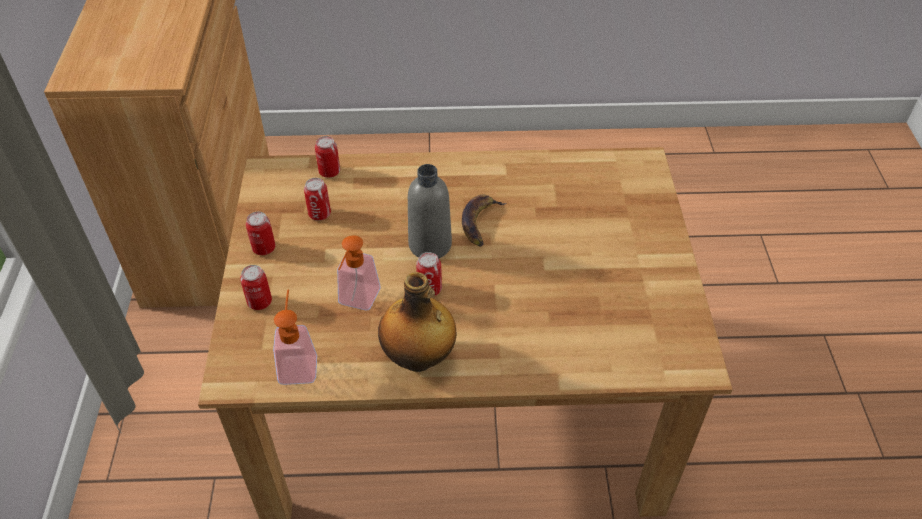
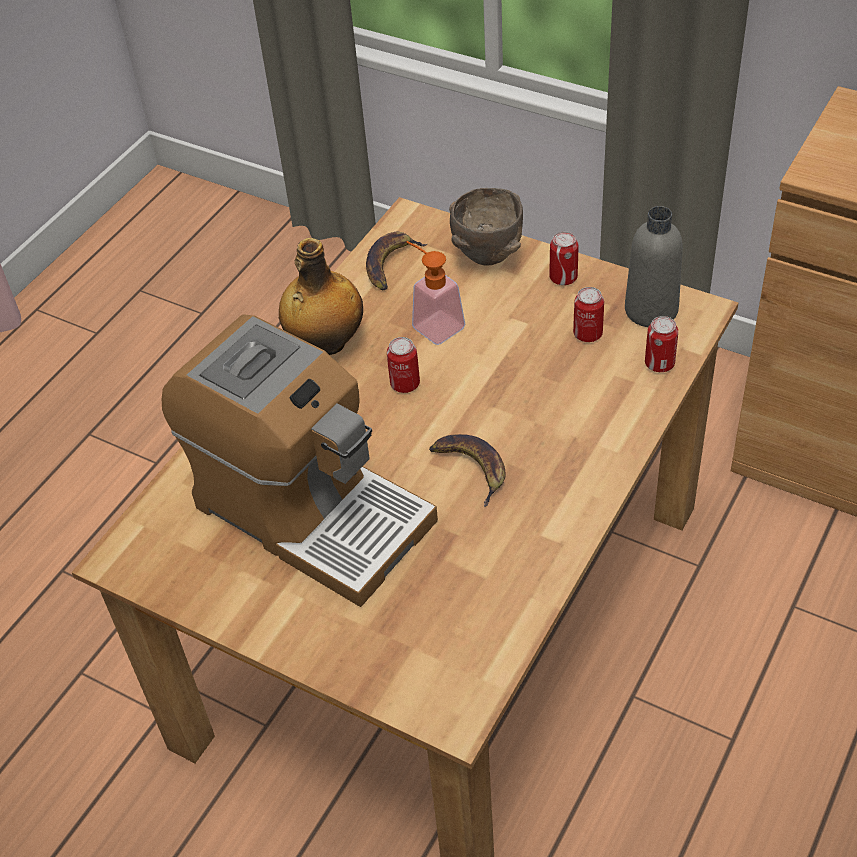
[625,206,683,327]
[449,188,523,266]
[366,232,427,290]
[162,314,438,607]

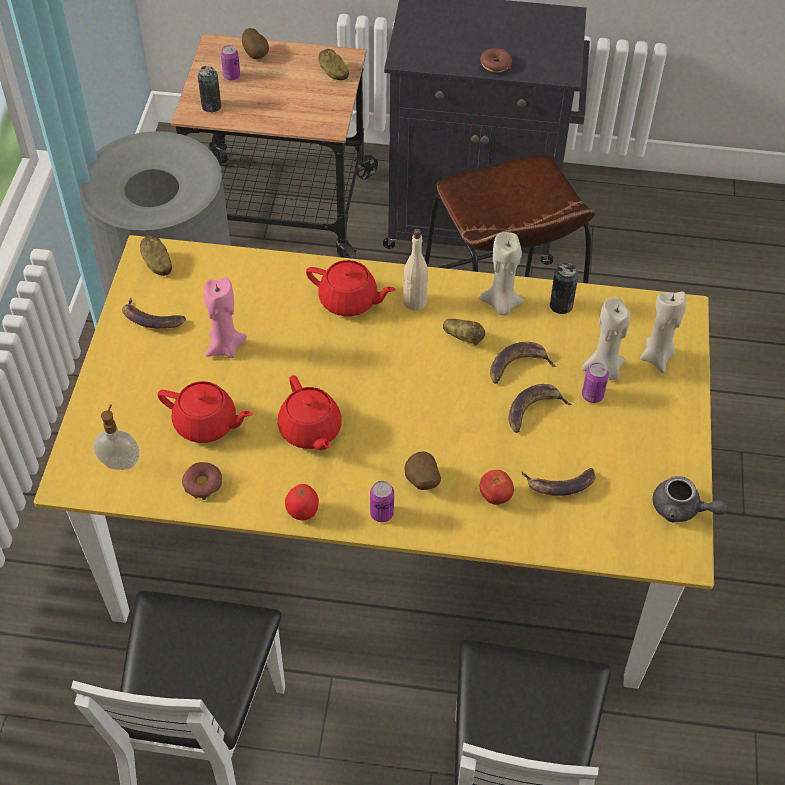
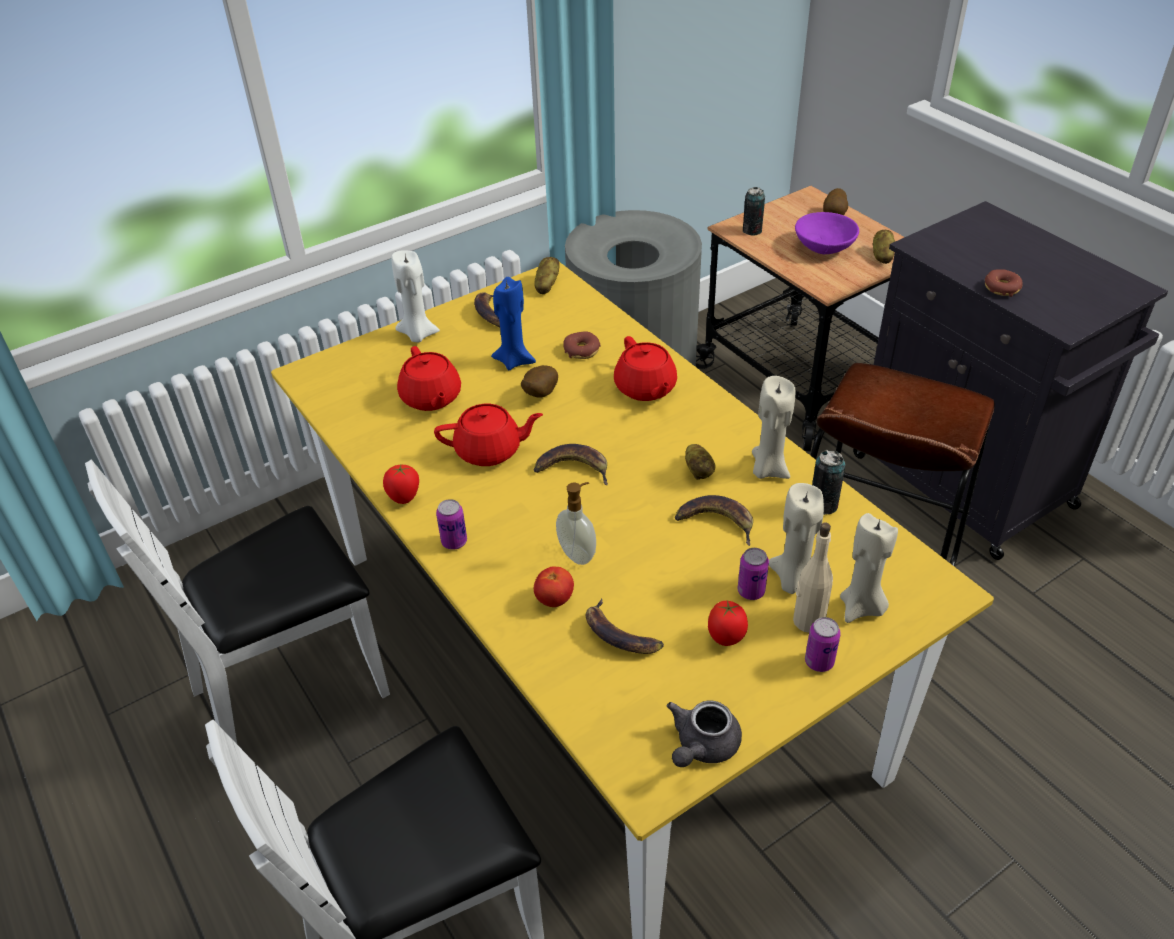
[805,617,841,672]
[793,523,833,633]
[491,277,536,370]
[434,404,543,466]
[534,444,608,485]
[556,482,596,565]
[521,365,558,398]
[563,331,601,359]
[667,700,742,767]
[795,212,859,254]
[391,250,440,342]
[708,600,748,646]

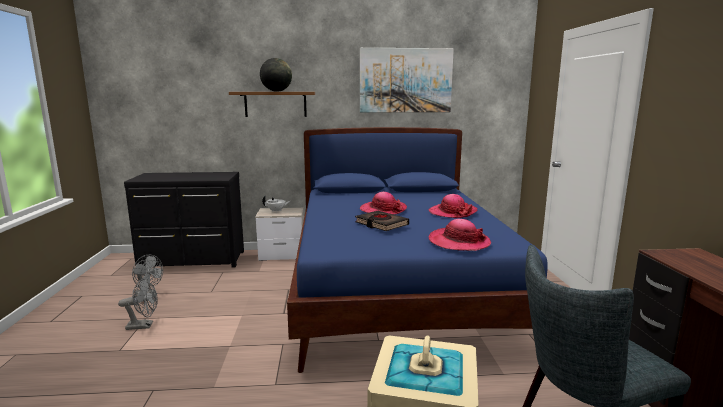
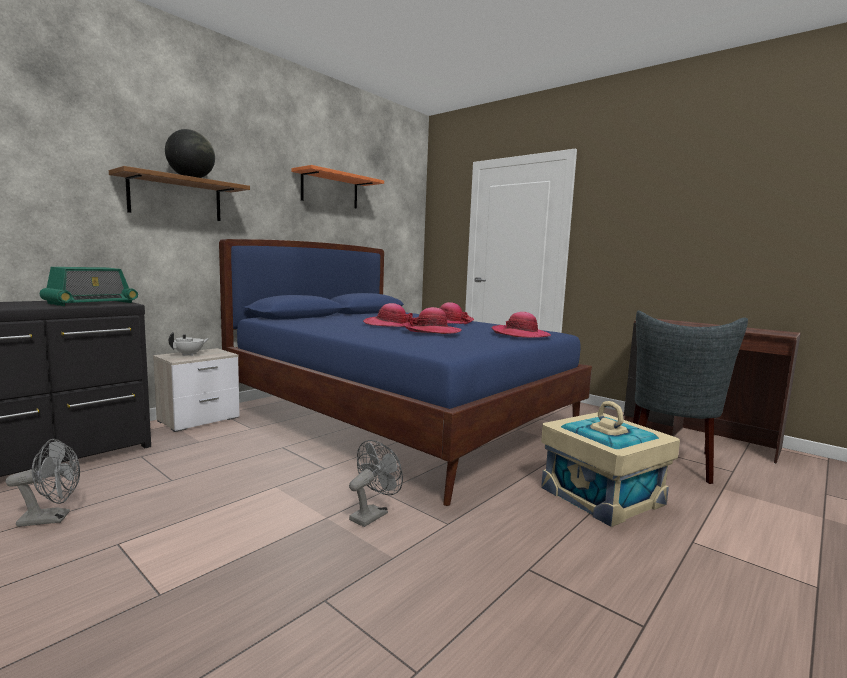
[291,165,384,209]
[402,307,461,334]
[349,440,403,527]
[40,267,138,306]

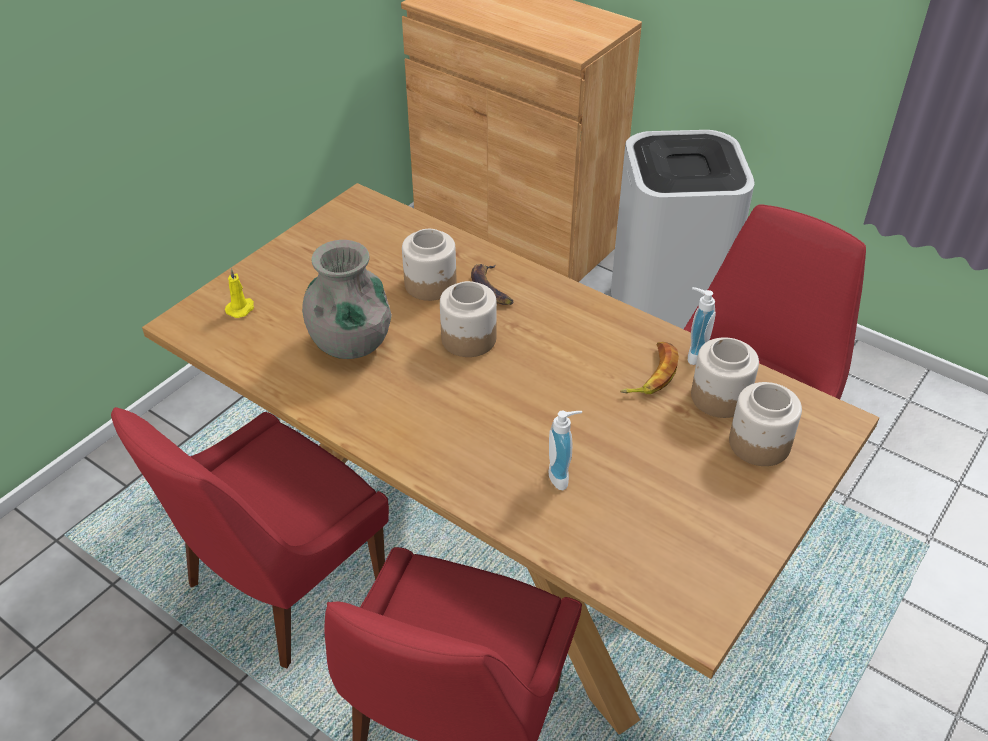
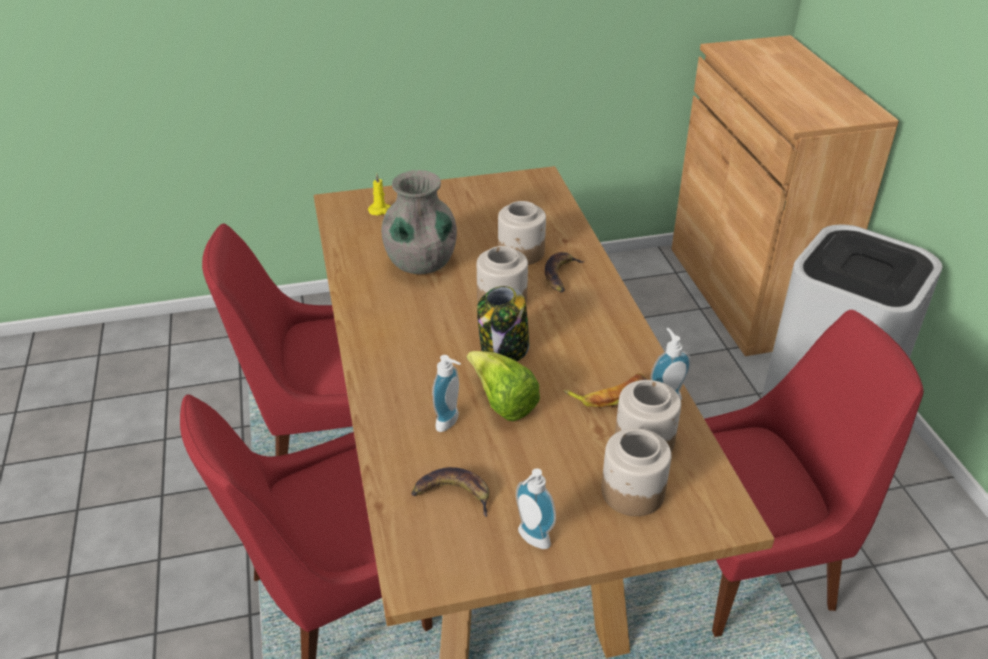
[477,286,529,361]
[467,351,540,421]
[412,467,489,517]
[516,468,556,549]

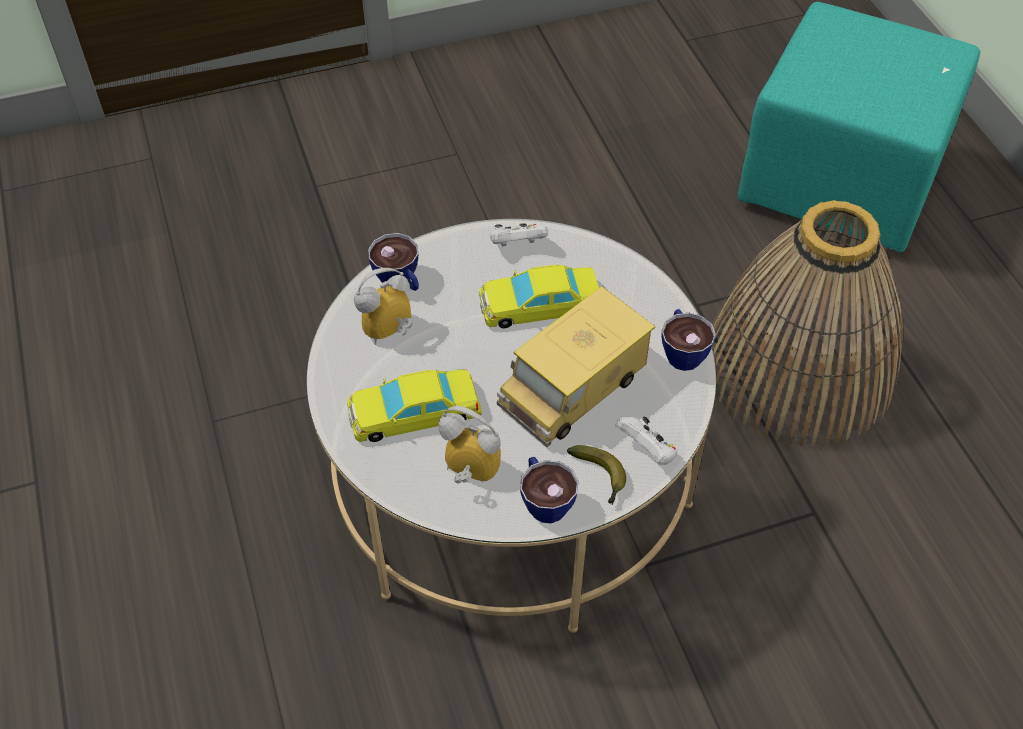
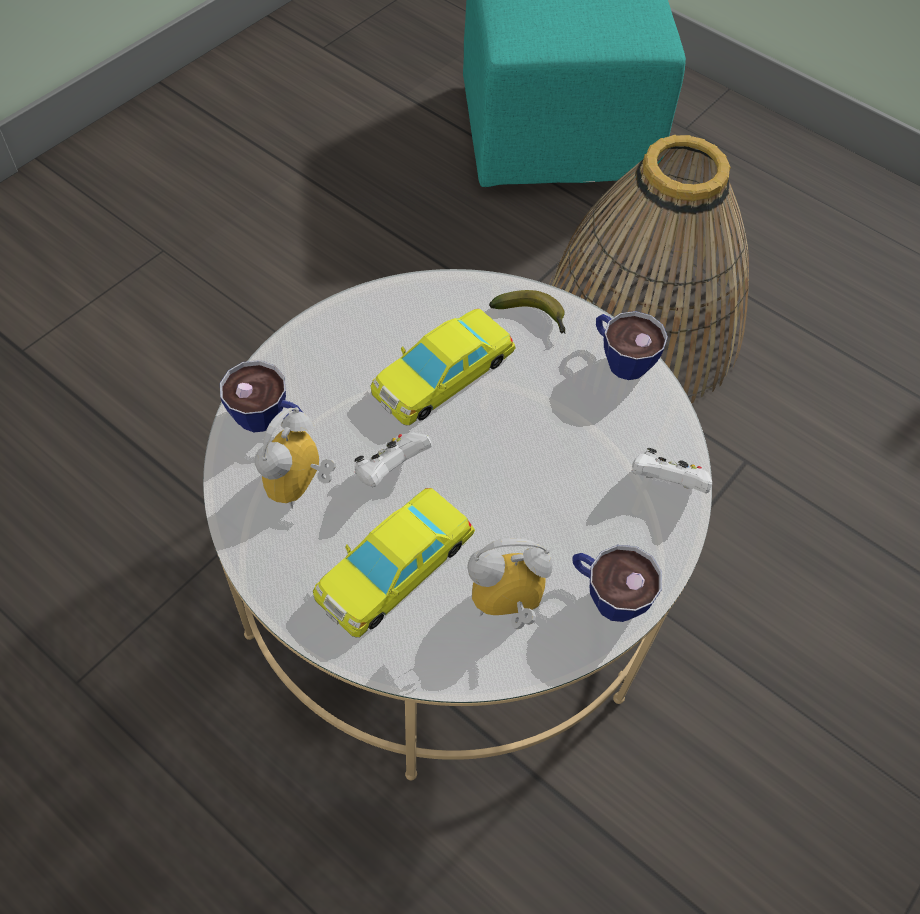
[354,433,432,487]
[497,286,655,447] (first image)
[489,290,565,334]

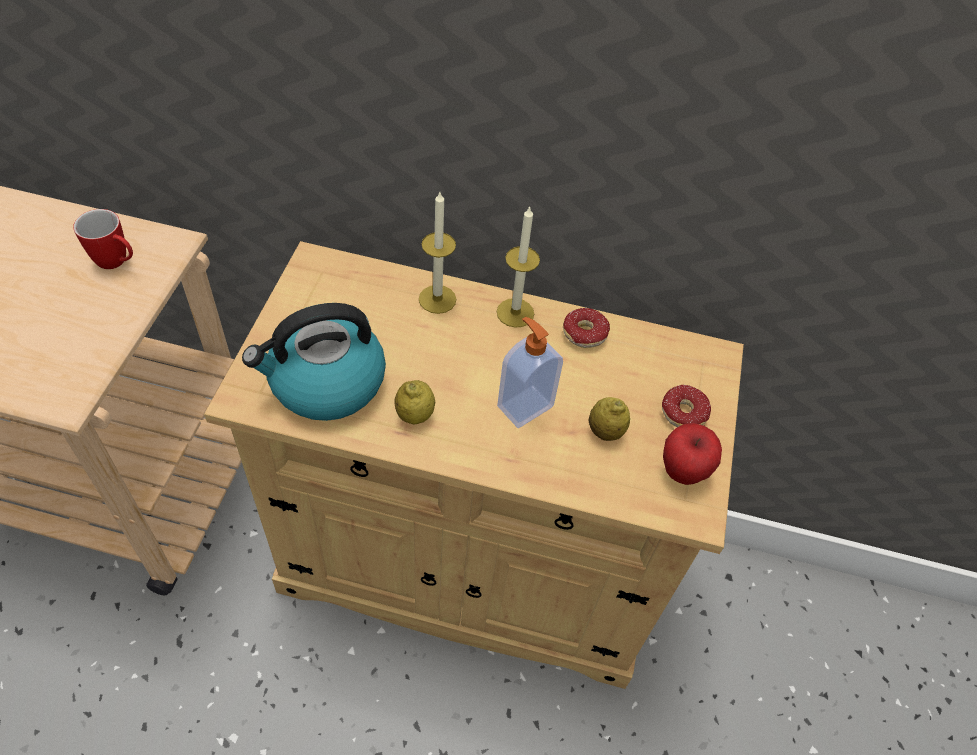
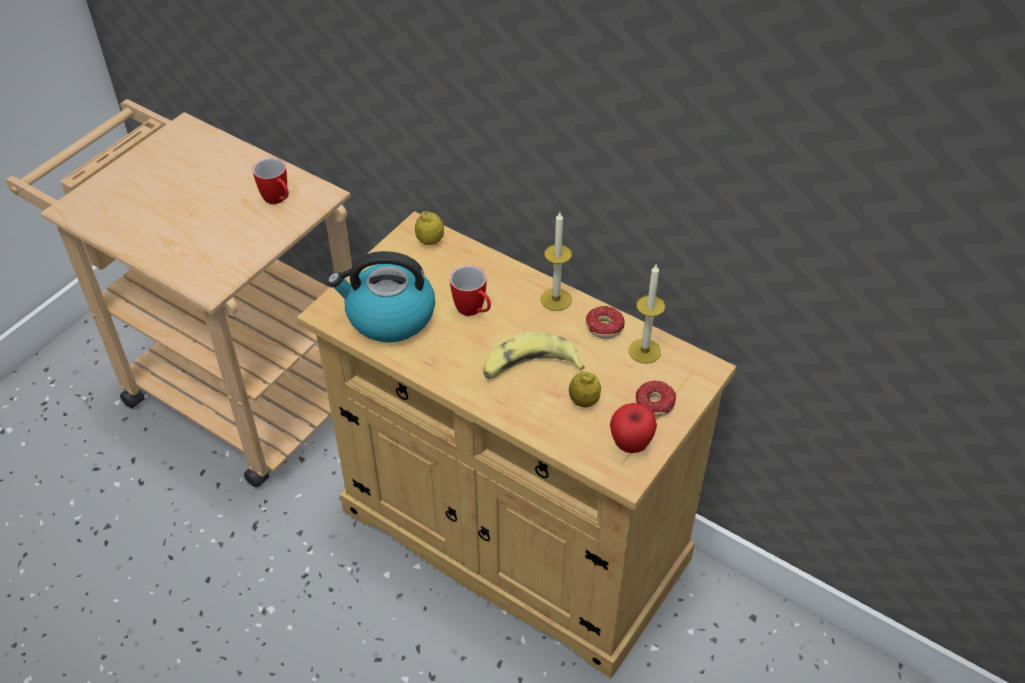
[629,265,665,364]
[483,332,585,379]
[415,211,444,245]
[450,265,491,316]

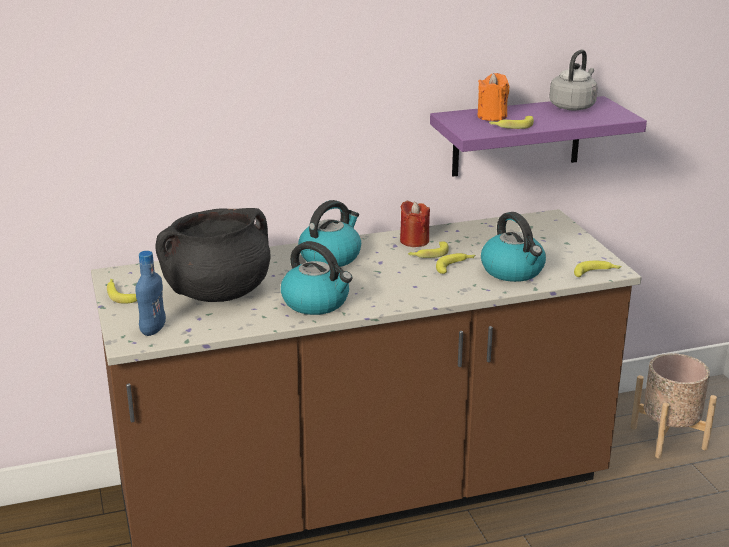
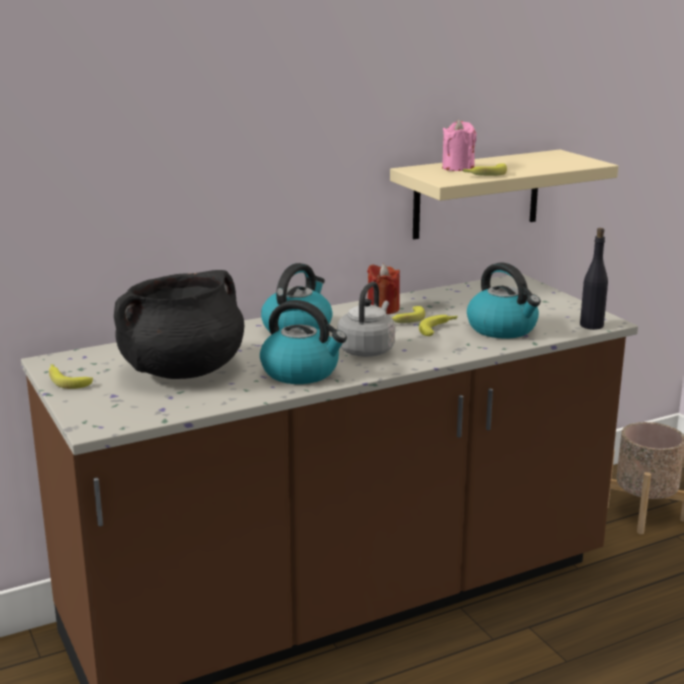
[337,282,395,357]
[442,120,476,171]
[390,150,618,239]
[135,251,166,336] (first image)
[580,228,608,330]

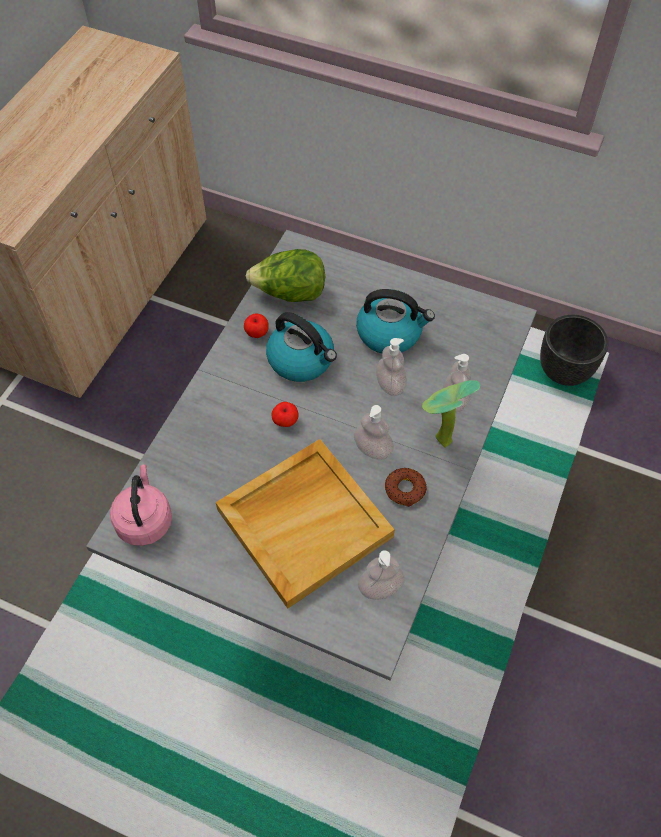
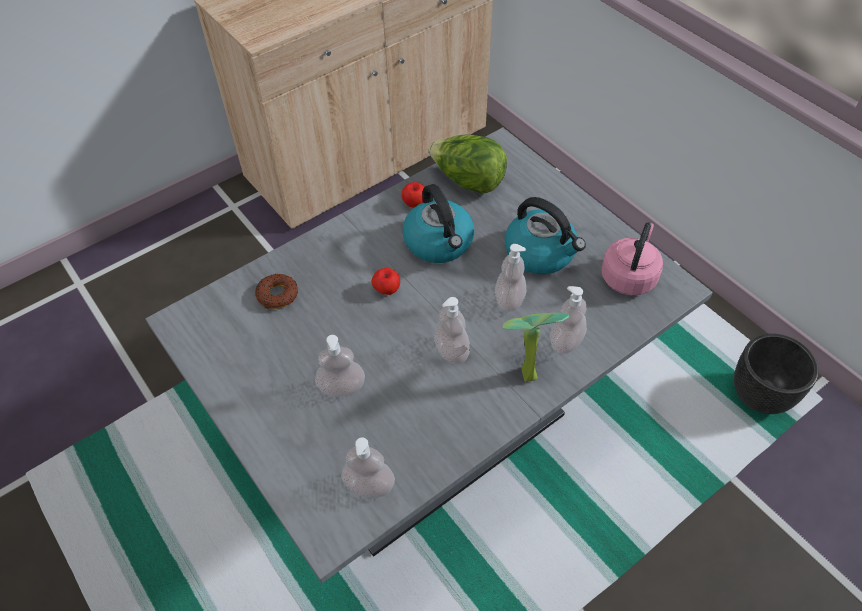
[315,335,365,397]
[601,222,663,295]
[255,274,298,309]

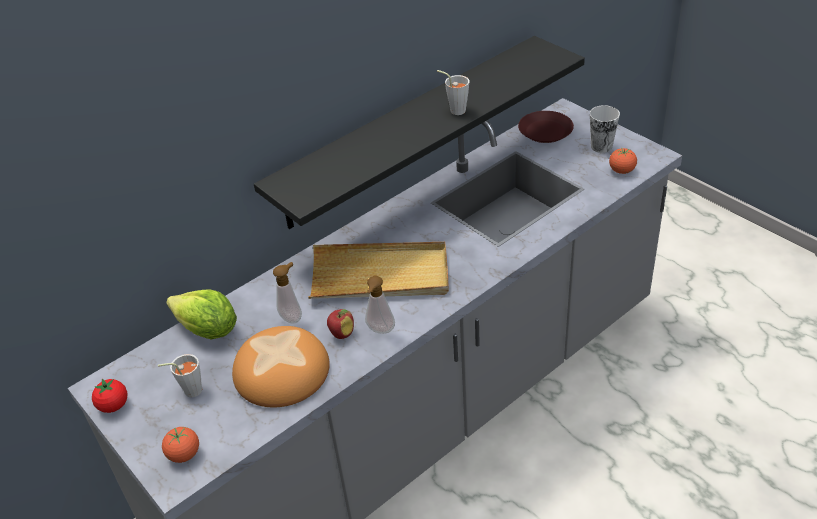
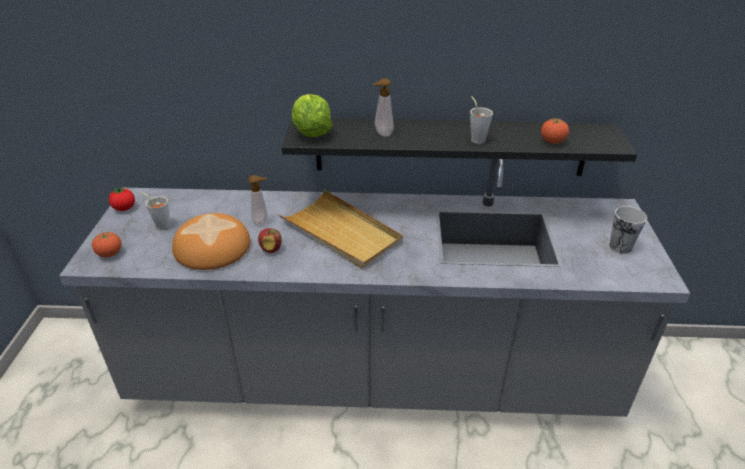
[518,111,574,143] (first image)
[541,118,569,144]
[373,78,394,137]
[292,94,332,137]

